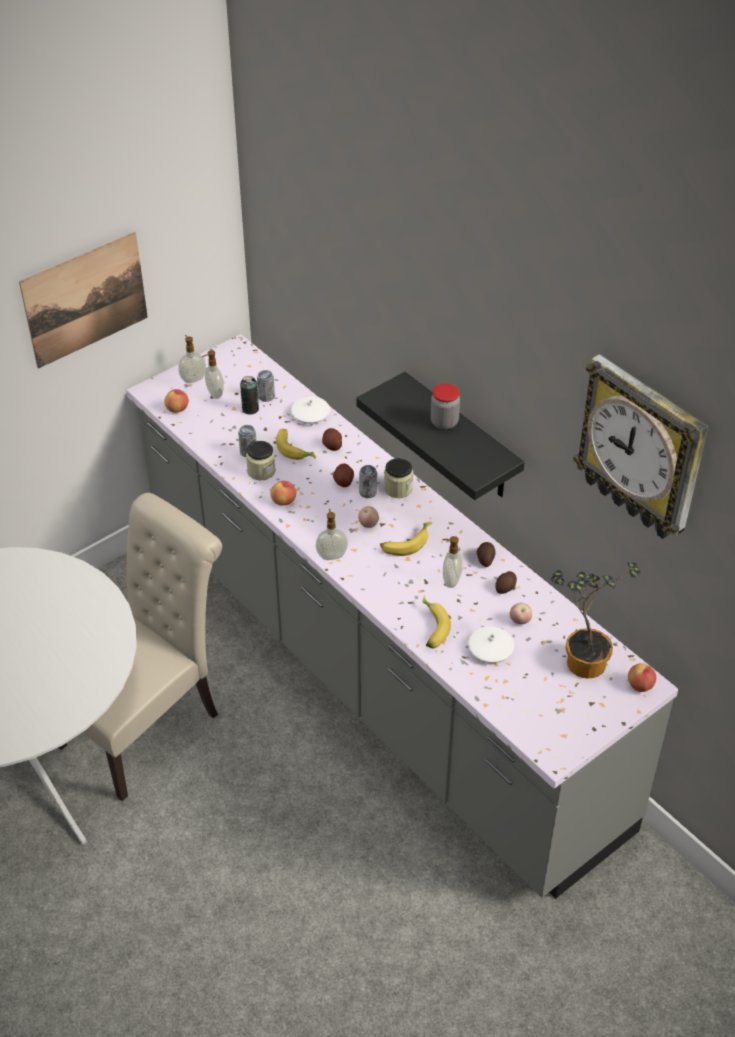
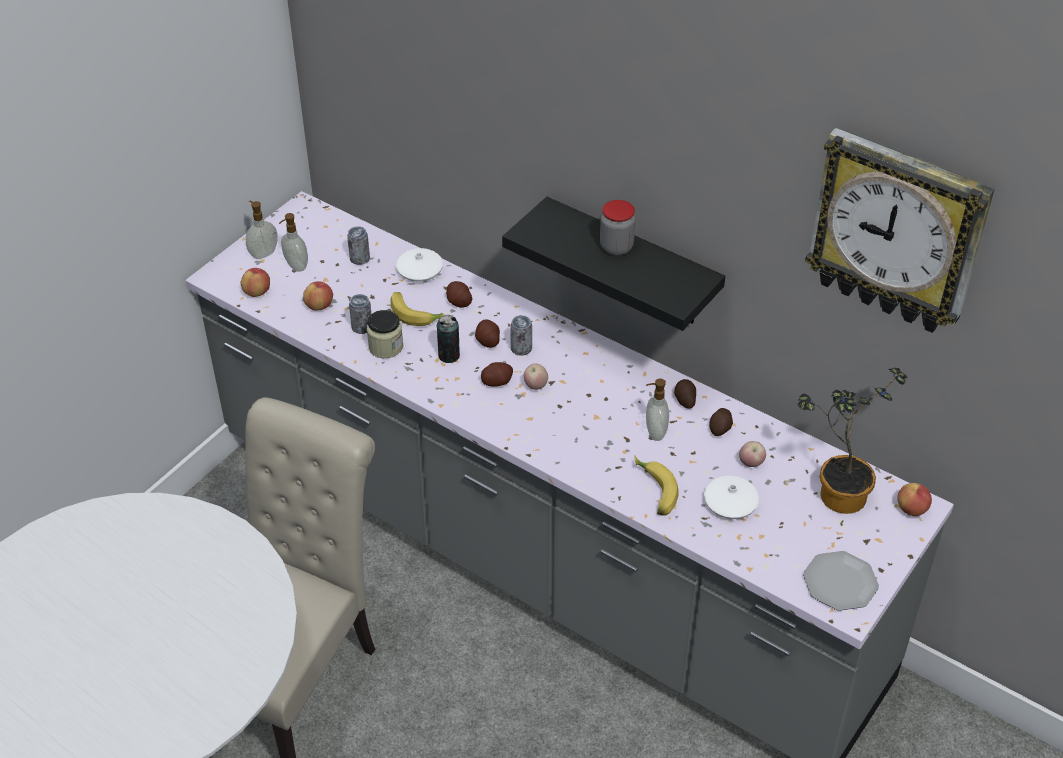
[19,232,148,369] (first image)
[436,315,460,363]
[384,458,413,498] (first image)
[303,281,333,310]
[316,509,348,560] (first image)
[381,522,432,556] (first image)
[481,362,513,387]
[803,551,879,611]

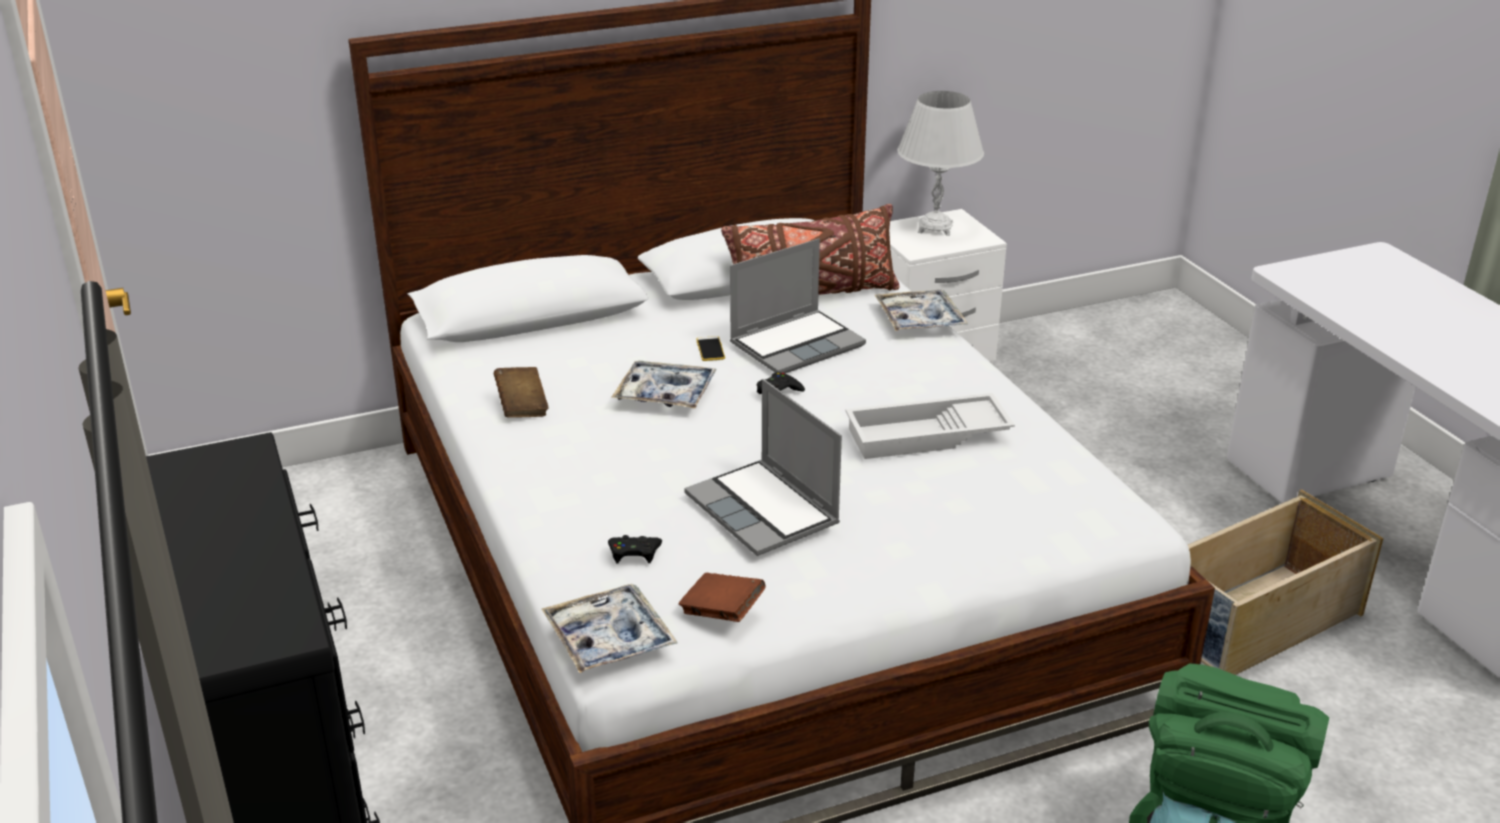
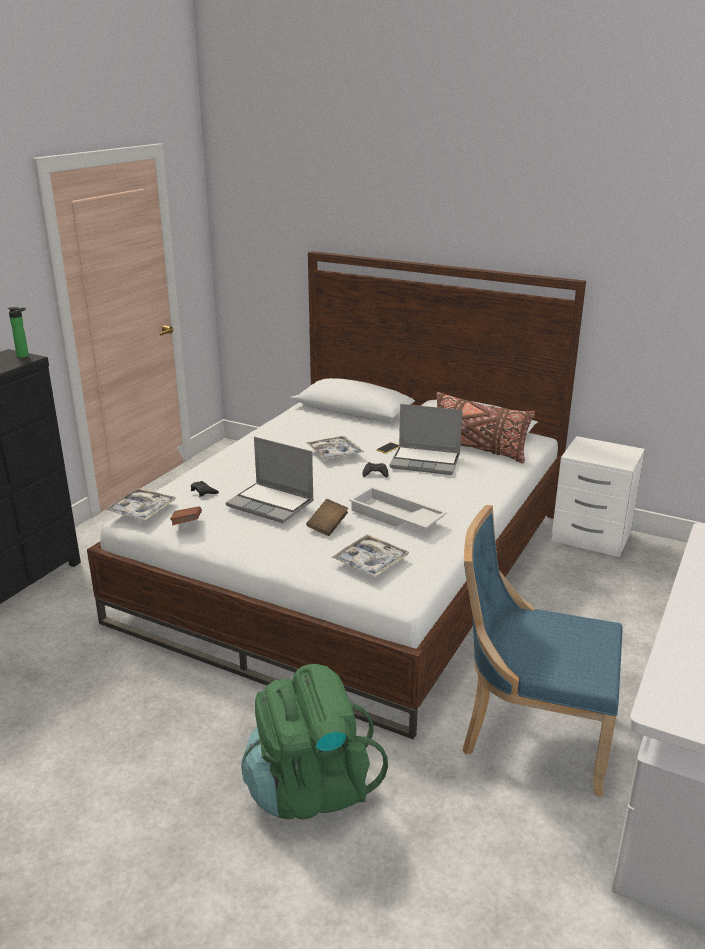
[897,91,984,236] (first image)
[331,534,409,577]
[306,499,348,536]
[226,437,314,523]
[463,505,622,797]
[8,307,29,358]

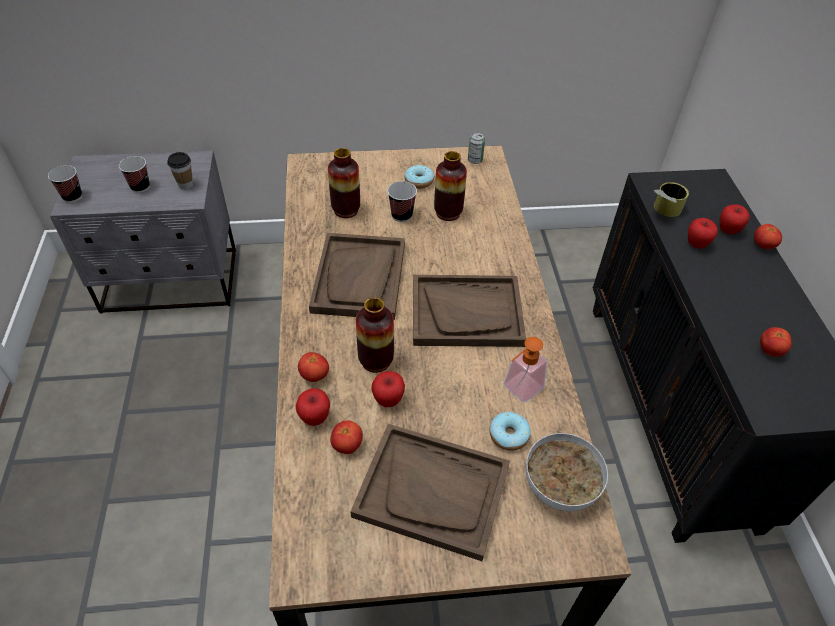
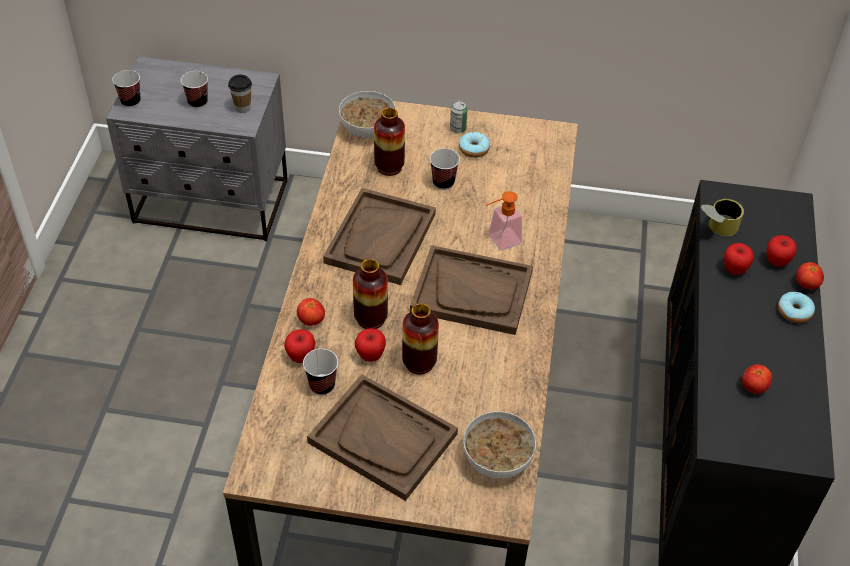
[450,101,468,133]
[402,303,439,374]
[486,191,522,250]
[778,292,815,323]
[303,349,338,395]
[339,91,396,138]

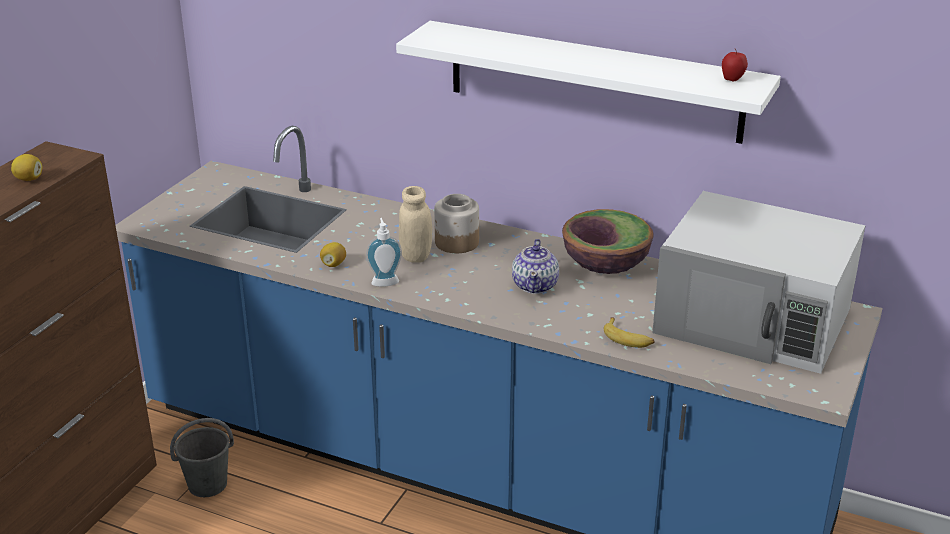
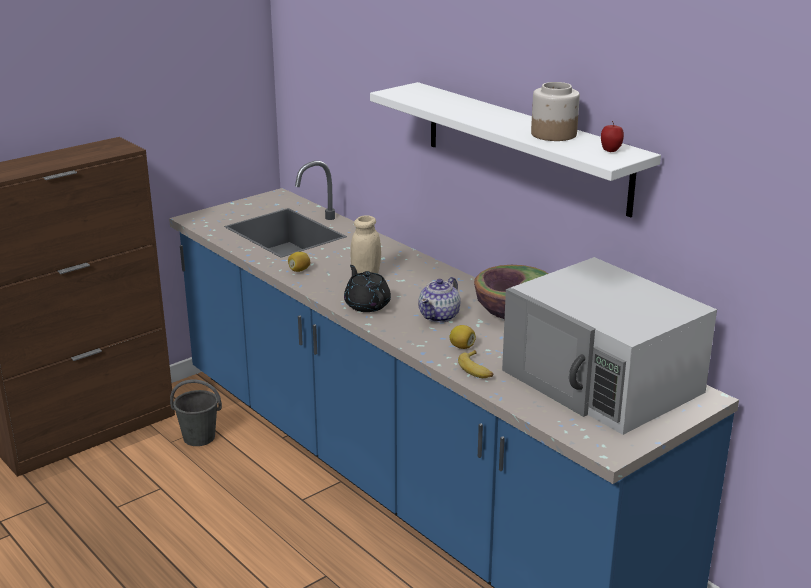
[449,325,476,349]
[531,82,580,141]
[366,218,402,287] (first image)
[344,265,391,312]

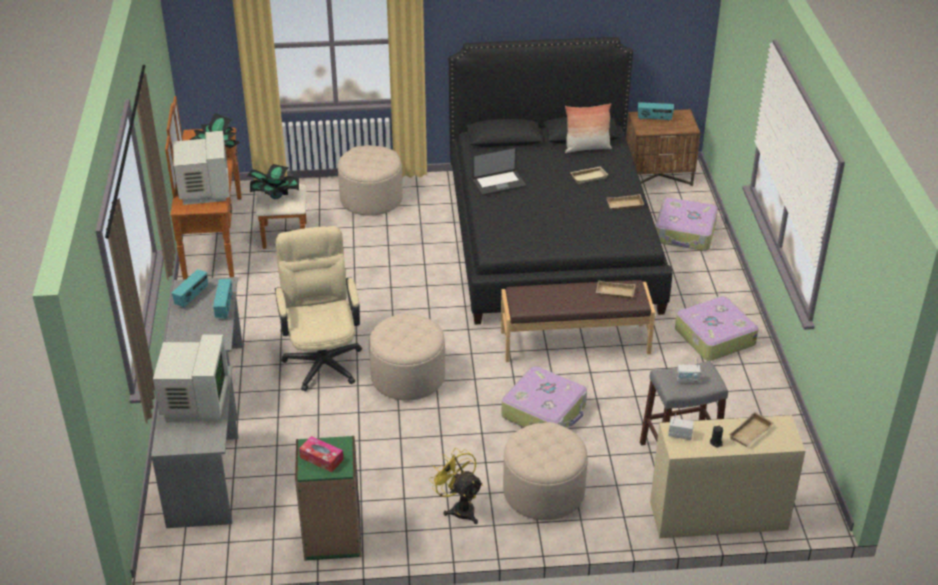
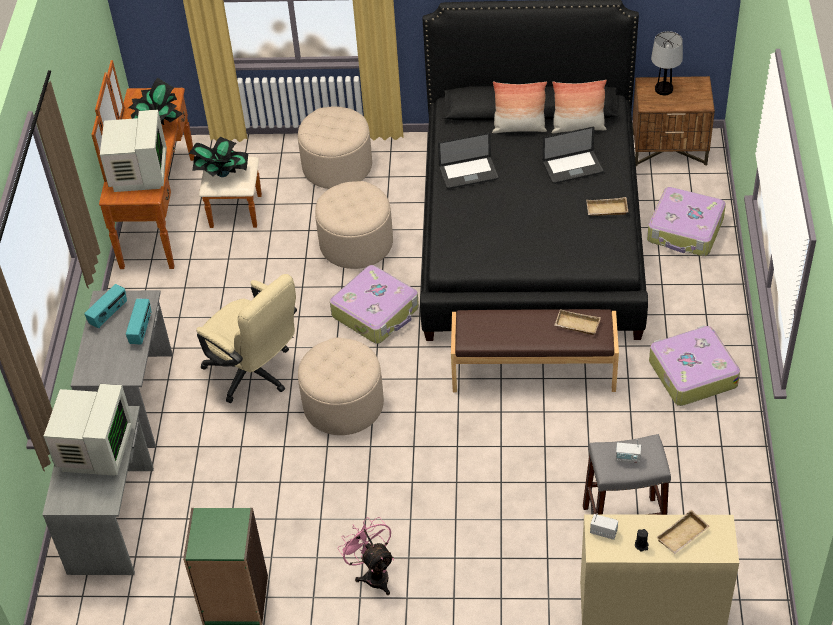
[651,31,683,95]
[543,127,603,184]
[197,274,297,403]
[330,265,419,344]
[315,181,393,269]
[299,436,344,472] (first image)
[338,517,394,595]
[492,81,547,133]

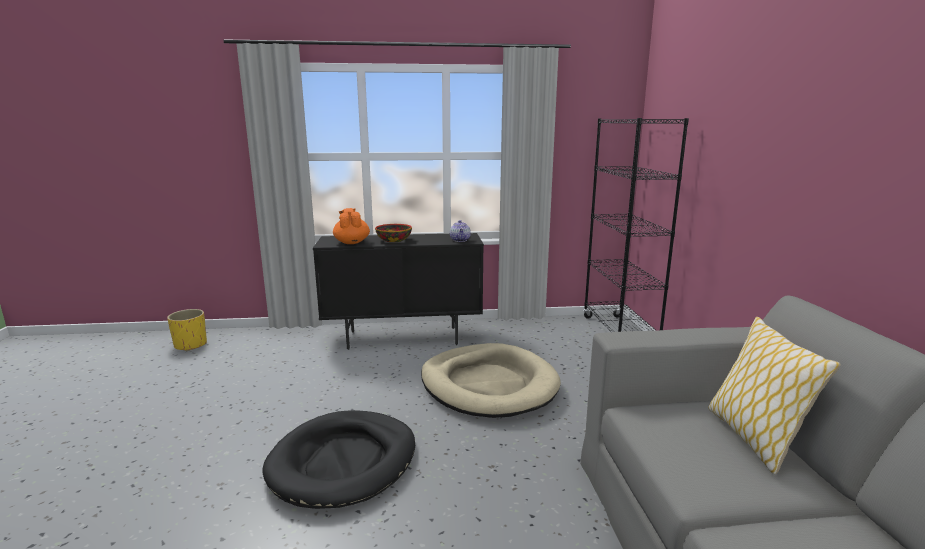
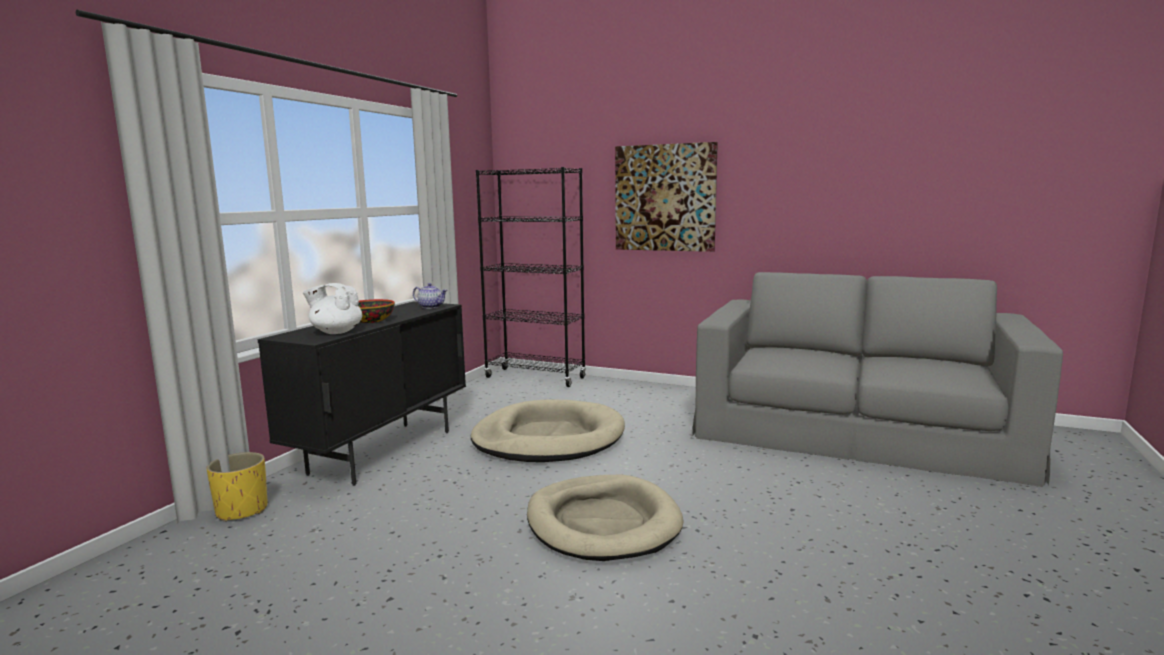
[303,283,362,334]
[206,452,268,522]
[708,317,840,474] (first image)
[527,475,684,561]
[615,142,718,252]

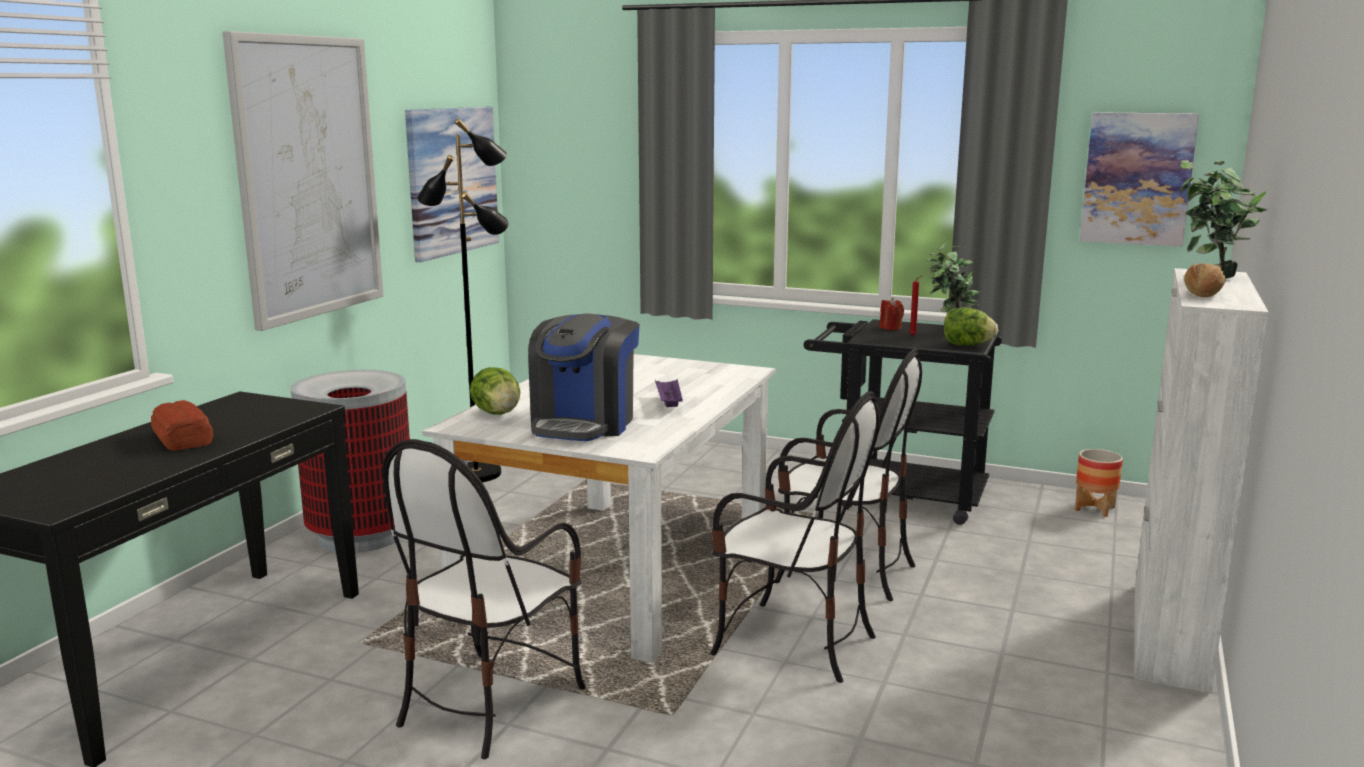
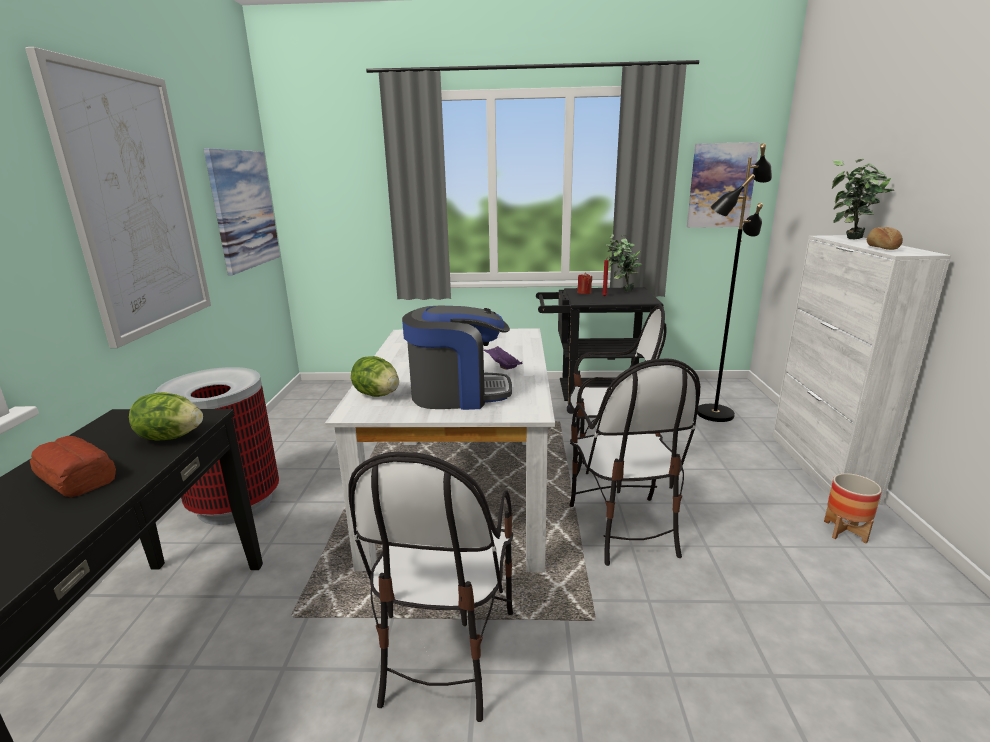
[697,143,772,422]
[129,392,203,441]
[402,305,512,410]
[569,358,700,566]
[824,473,882,543]

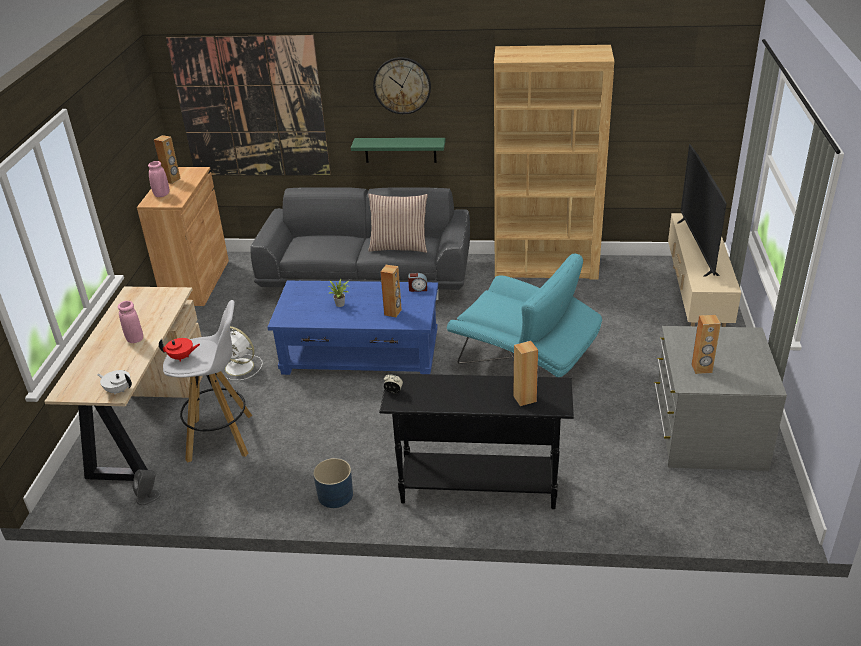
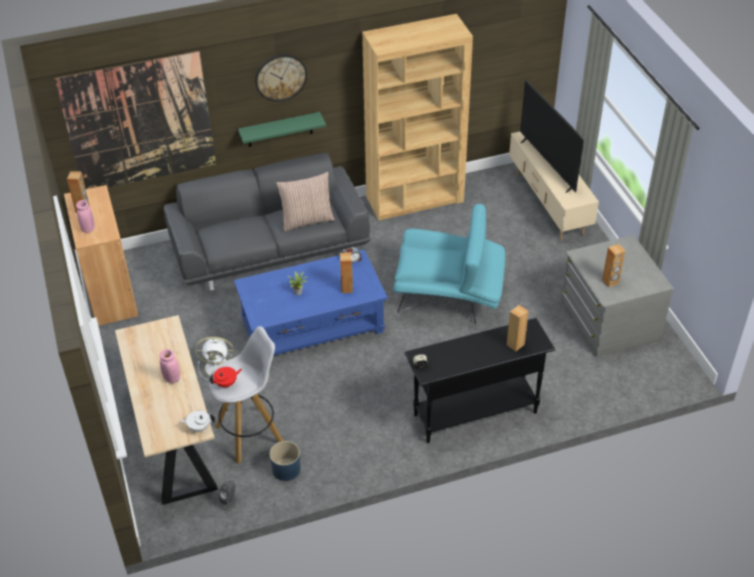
[270,441,301,481]

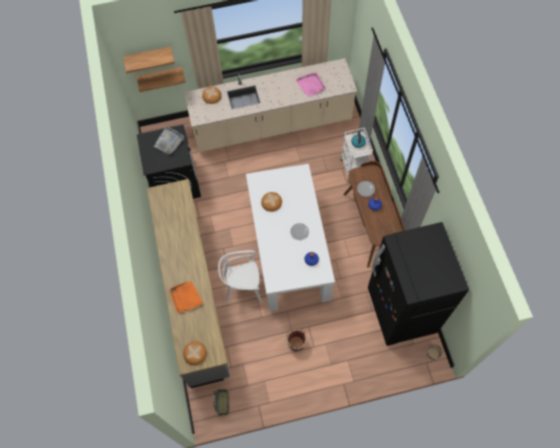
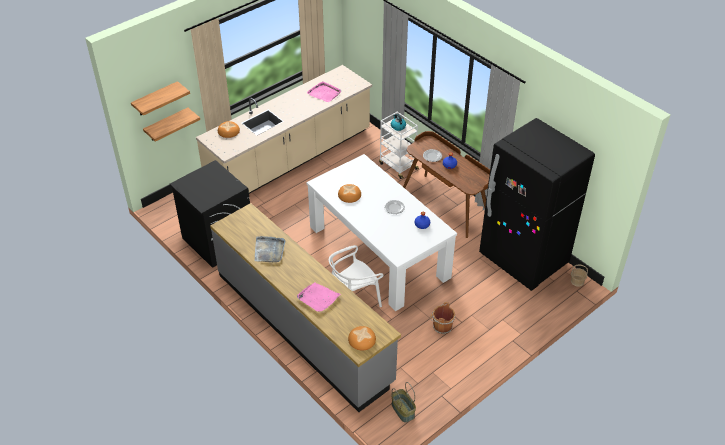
[255,236,285,262]
[297,282,341,312]

